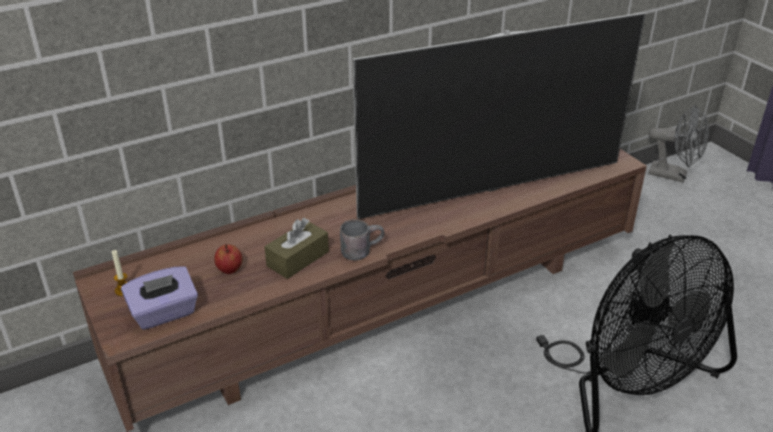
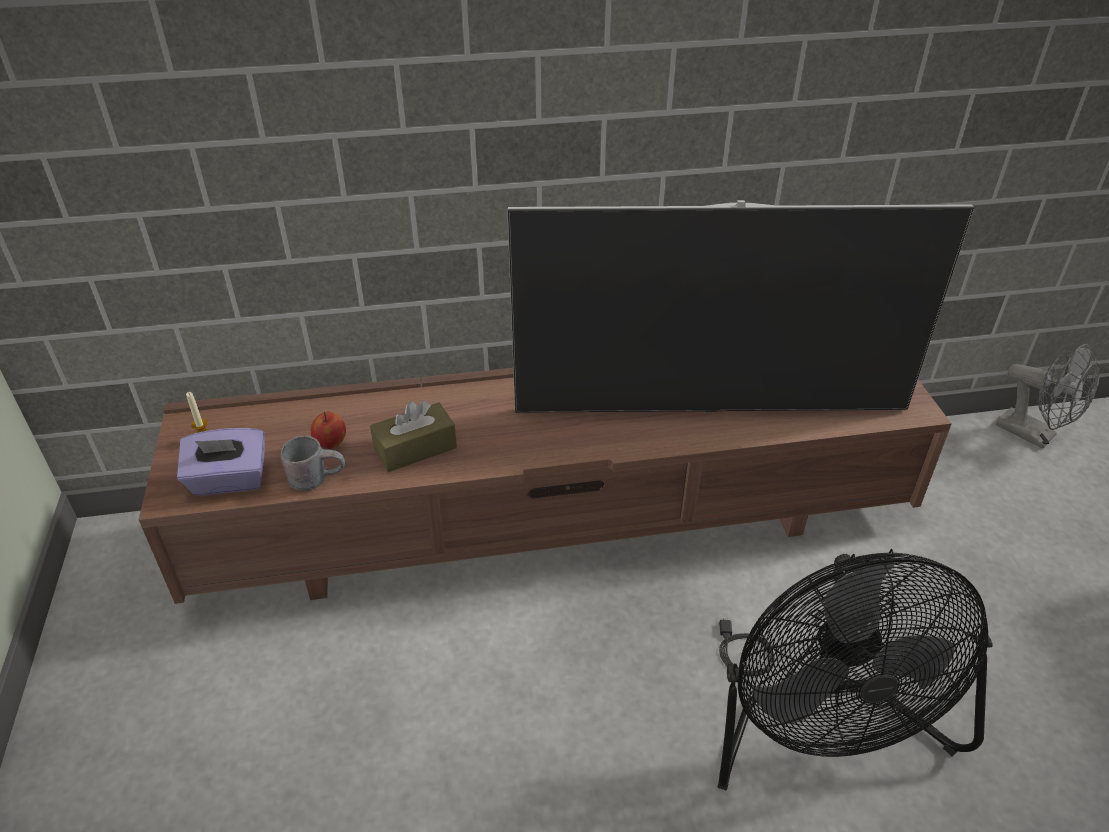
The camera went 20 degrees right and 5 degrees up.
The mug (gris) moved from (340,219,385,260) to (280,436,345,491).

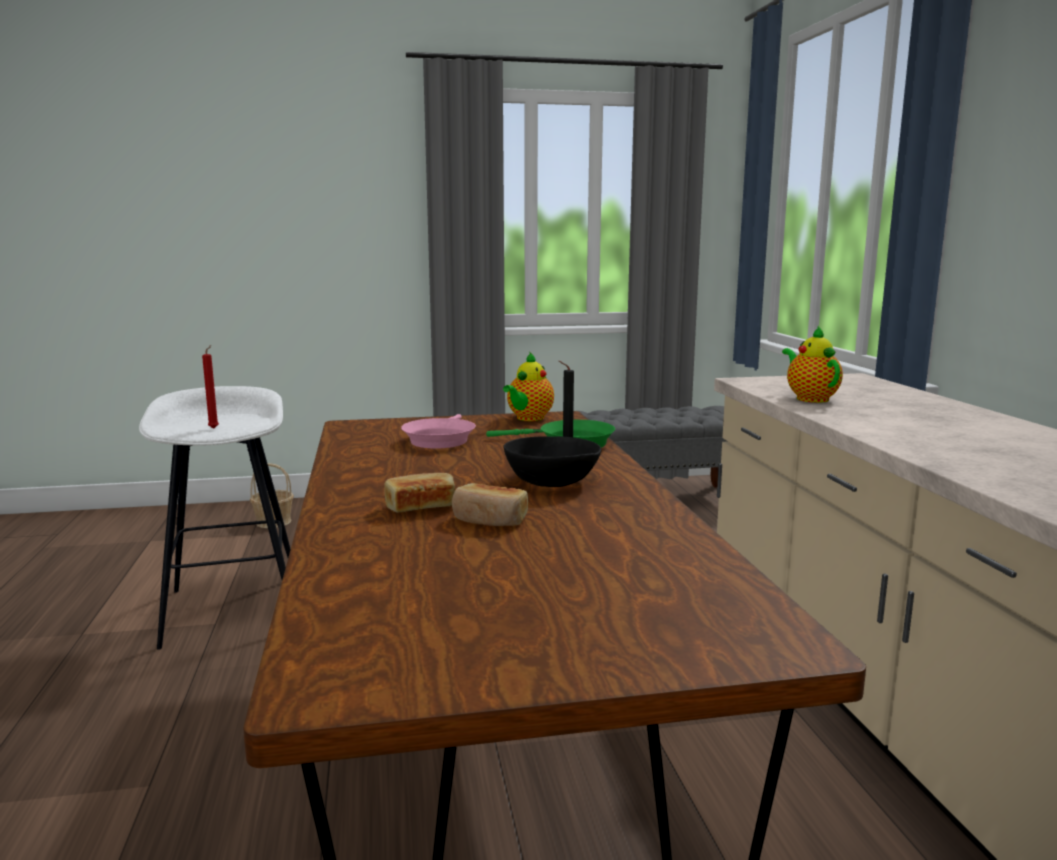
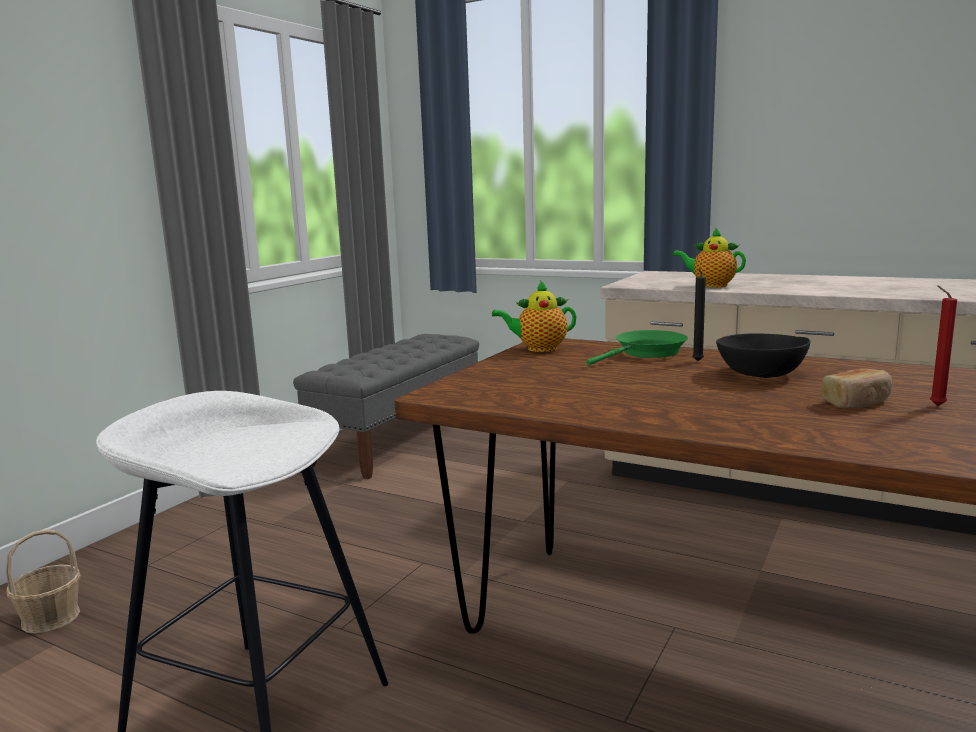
The camera went 50 degrees left and 0 degrees up.
The bougie (rouge) moved from (202,345,219,429) to (930,285,957,406).
The théière at (503,352,554,421) turned 105 degrees clockwise.
The poêle (rose) at (401,414,476,449) disappeared.
The pain at (384,473,455,513) disappeared.

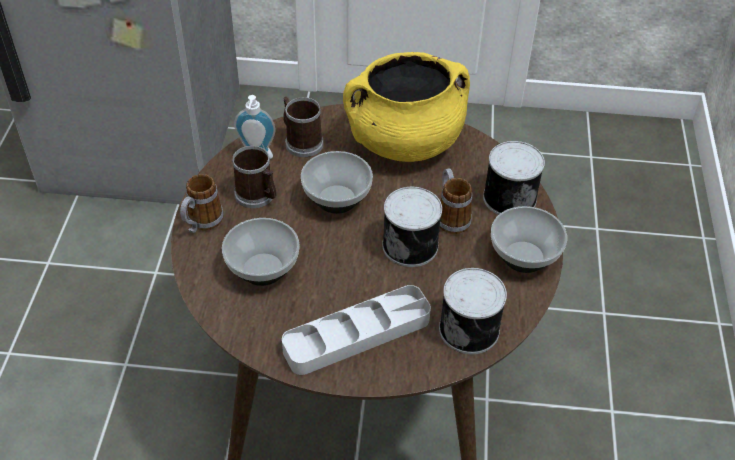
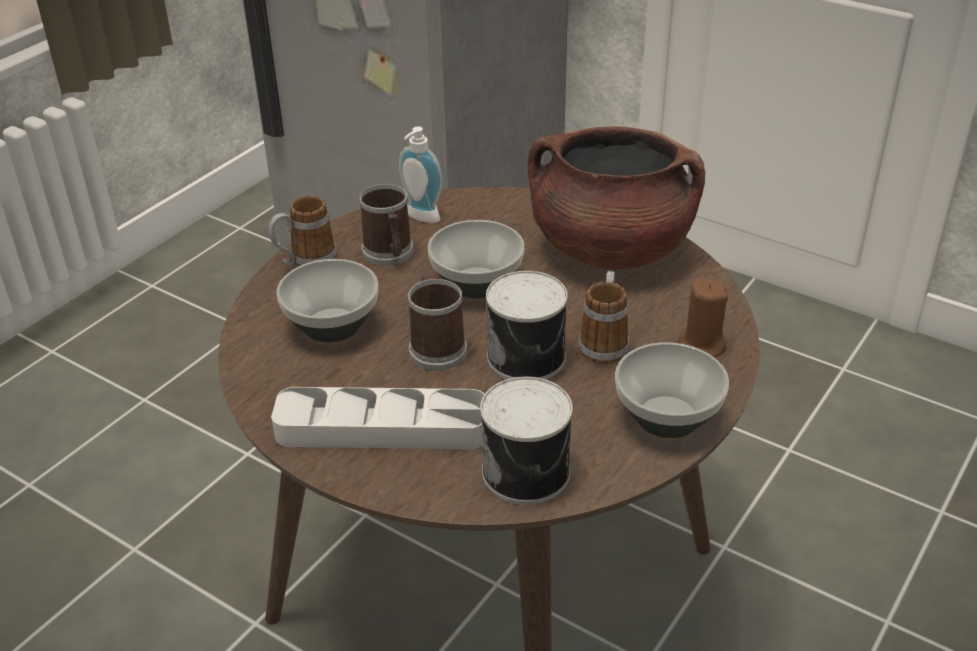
The camera went 30 degrees right and 10 degrees down.
The marmite (jaune) at (343,52,470,162) became the marmite (marron) at (528,126,705,269).
The mug moved from (283,97,324,157) to (408,273,467,371).
The boîte métallique at (483,141,545,215) was replaced by the bougie (marron) at (678,278,728,358).

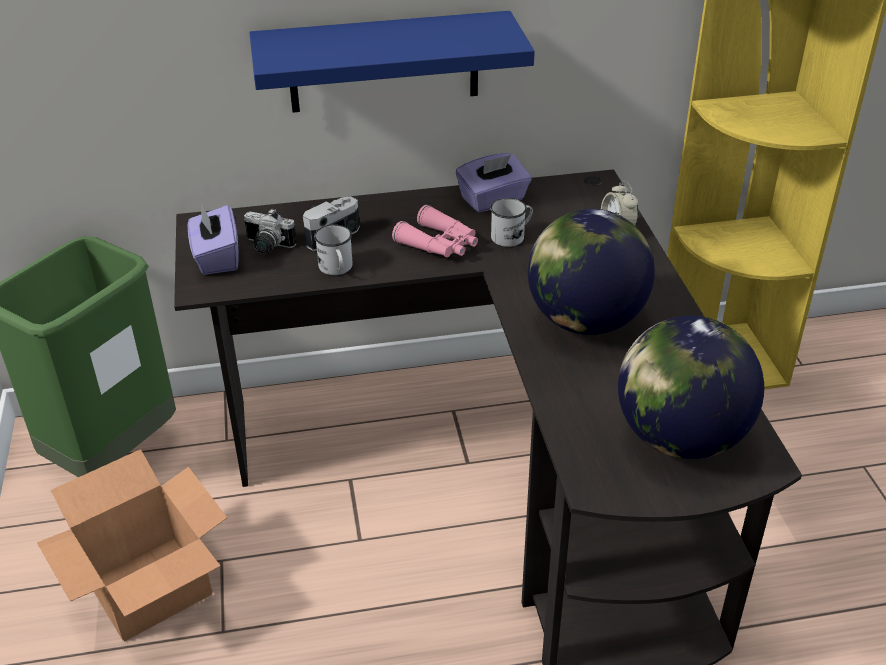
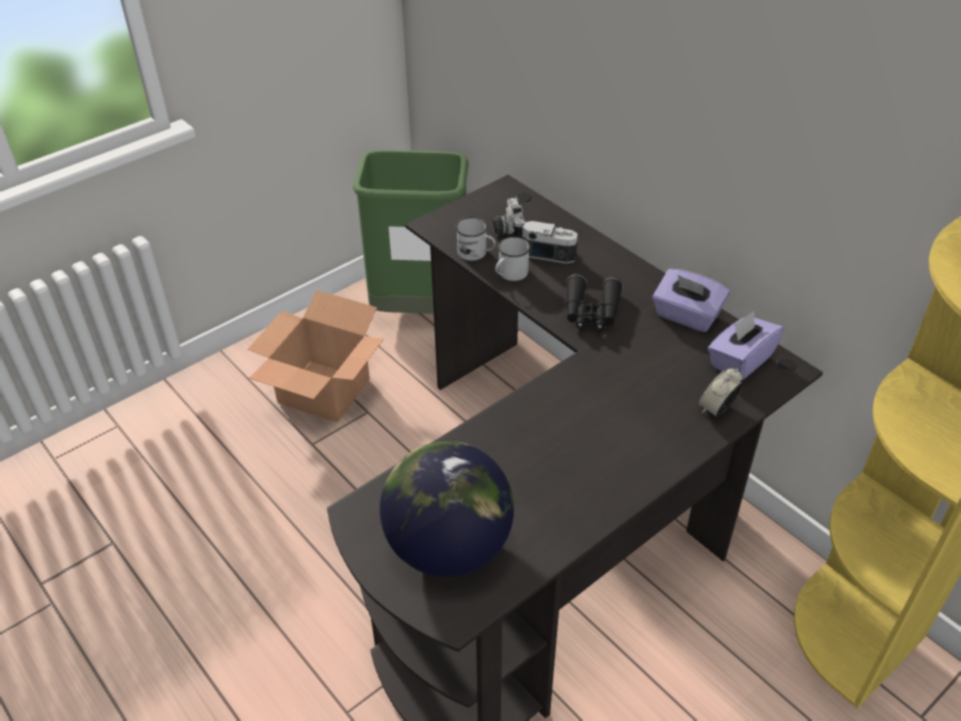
The camera went 60 degrees right and 5 degrees up.
The étagère (bleu) at (249,11,535,113) disappeared.
The mug (blanc) moved from (490,198,533,247) to (455,217,496,261).
The boîte à mouchoirs (violet) moved from (188,204,239,275) to (708,311,784,382).
The jumelles (rose) at (392,205,478,257) became the jumelles (noir) at (566,274,623,330).
The globe at (528,209,655,335) disappeared.

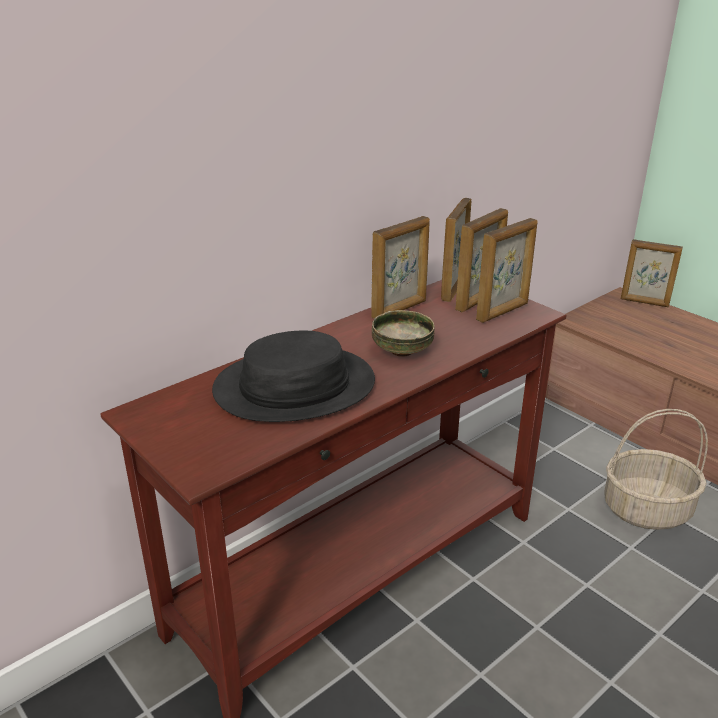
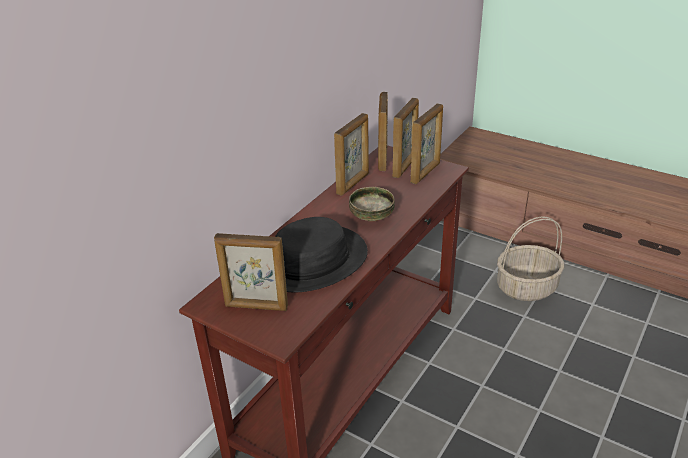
The camera went 15 degrees left and 5 degrees up.
The cadre photo moved from (621,239,683,307) to (214,233,288,311).

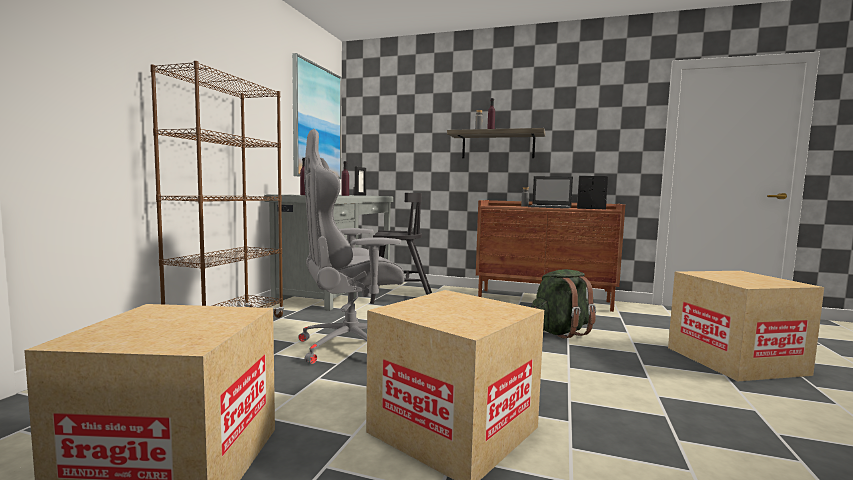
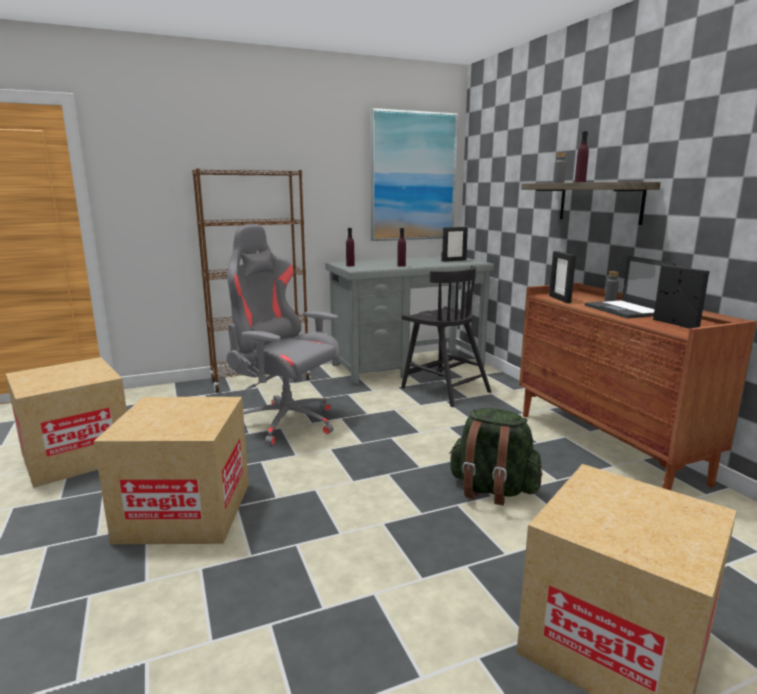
The camera went 50 degrees right and 10 degrees up.
The cadre photo at (549,251,576,303) appeared.

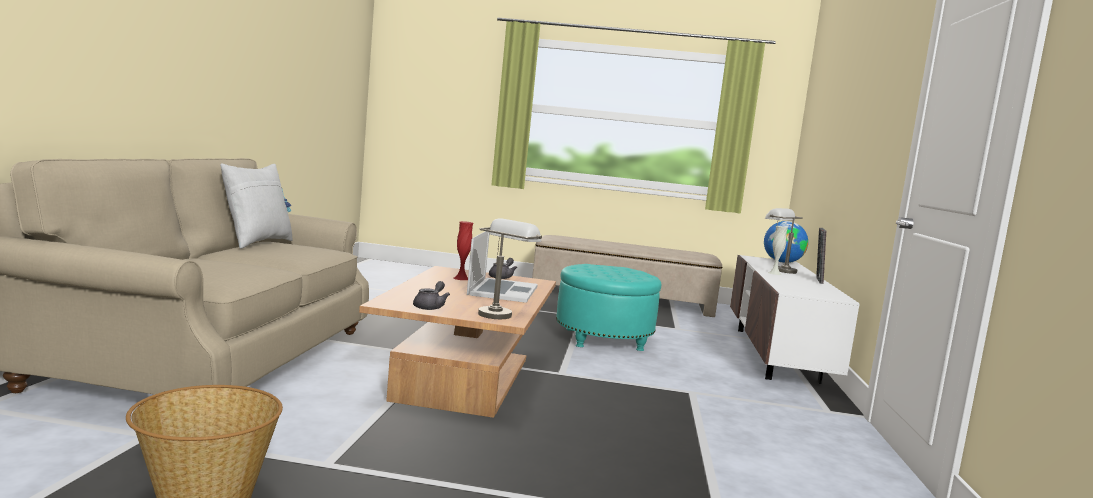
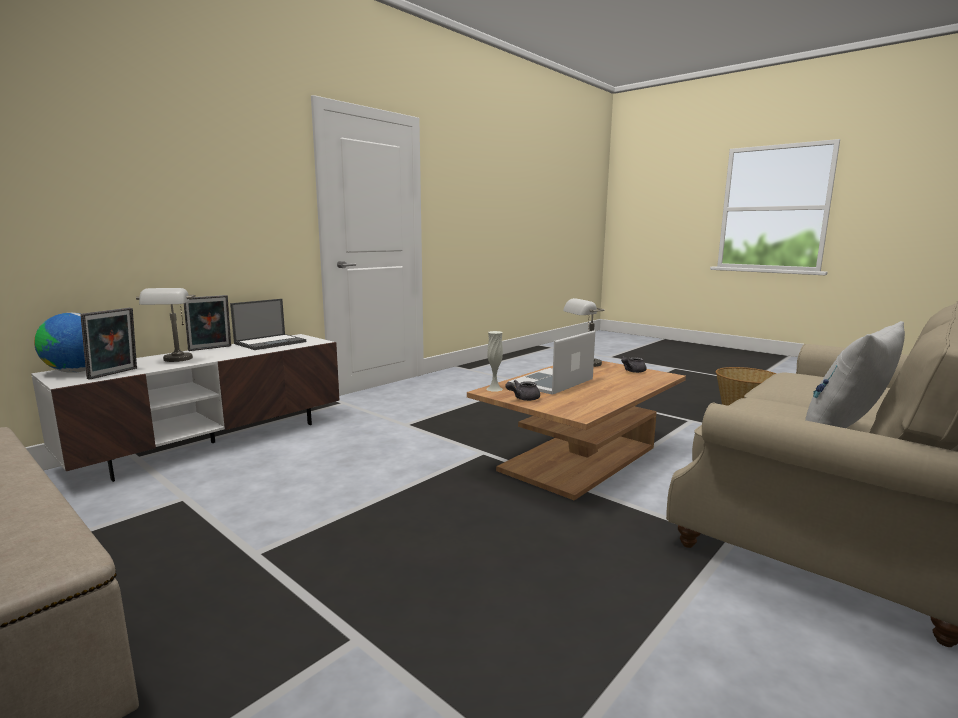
The camera went 145 degrees left and 5 degrees up.
The vase (rouge) at (454,221,473,280) disappeared.
The vase (blanc) moved from (768,226,788,275) to (487,331,503,391).
The pouf (turquoise) at (556,264,661,351) disappeared.
The ordinateur portable at (230,299,306,350) appeared.
The cadre photo at (80,308,137,380) appeared.

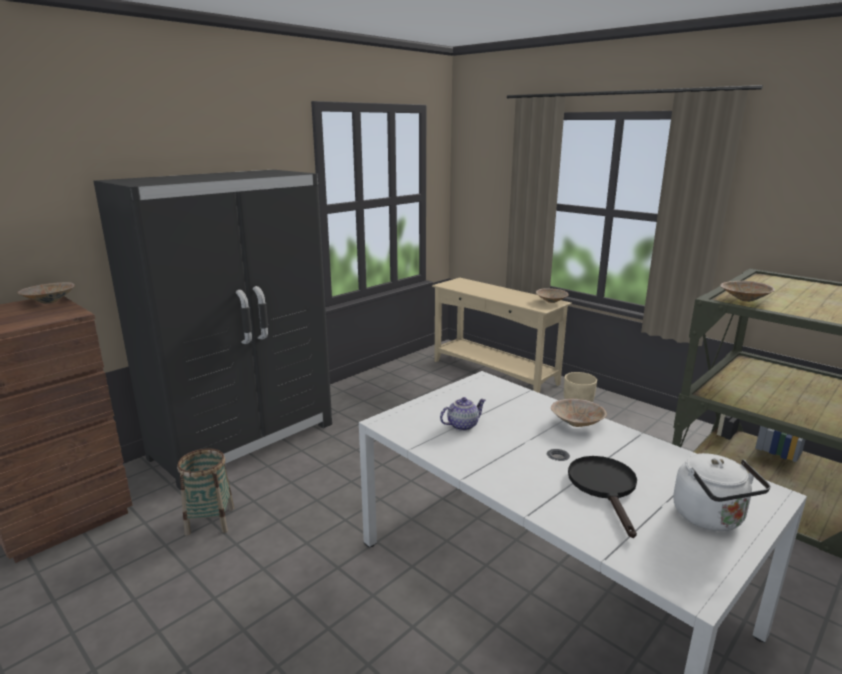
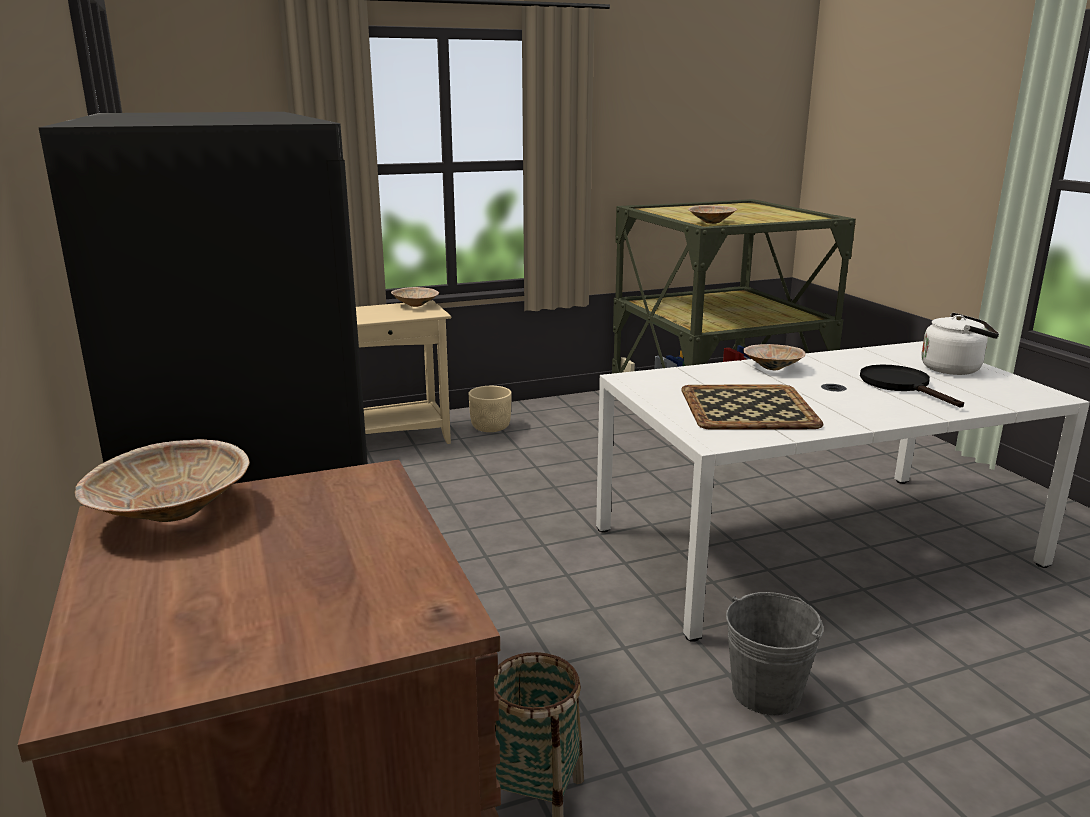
The camera went 65 degrees left and 0 degrees up.
The théière at (440,397,486,431) was replaced by the plateau at (682,385,823,430).
The poêle (noir) at (568,456,637,538) turned 45 degrees clockwise.
The seau (gris) at (726,592,824,715) appeared.

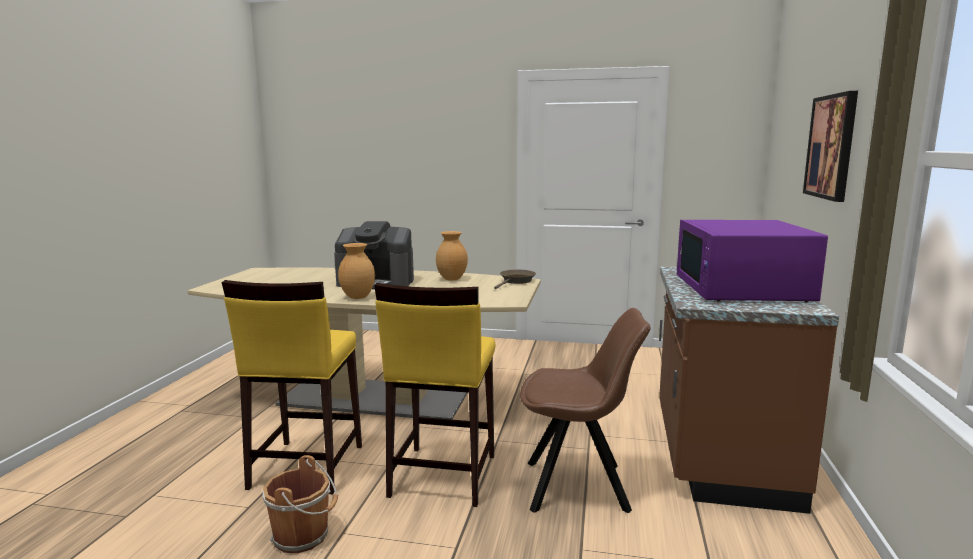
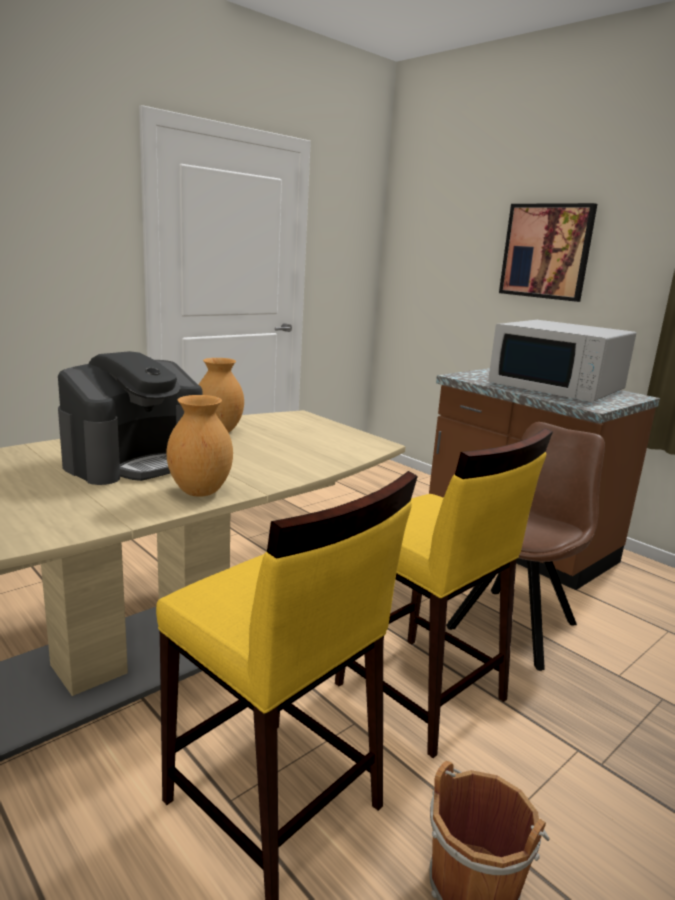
The camera went 55 degrees left and 5 degrees up.
The micro-ondes (violet) at (677,220,828,302) became the micro-ondes (blanc) at (488,320,636,402).
The poêle (marron) at (494,270,536,289) disappeared.

